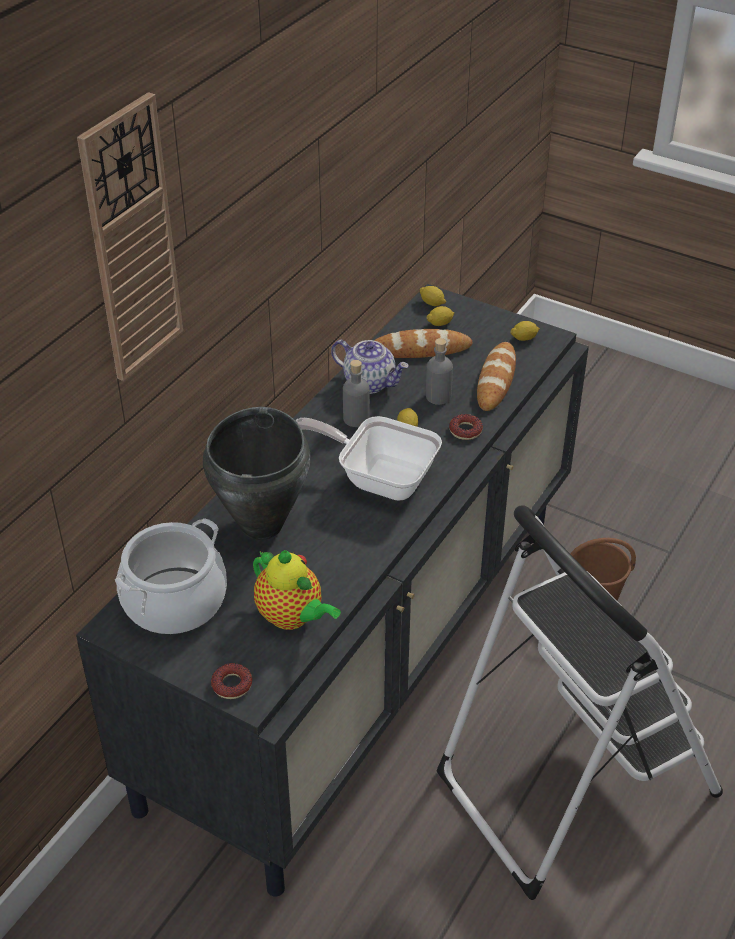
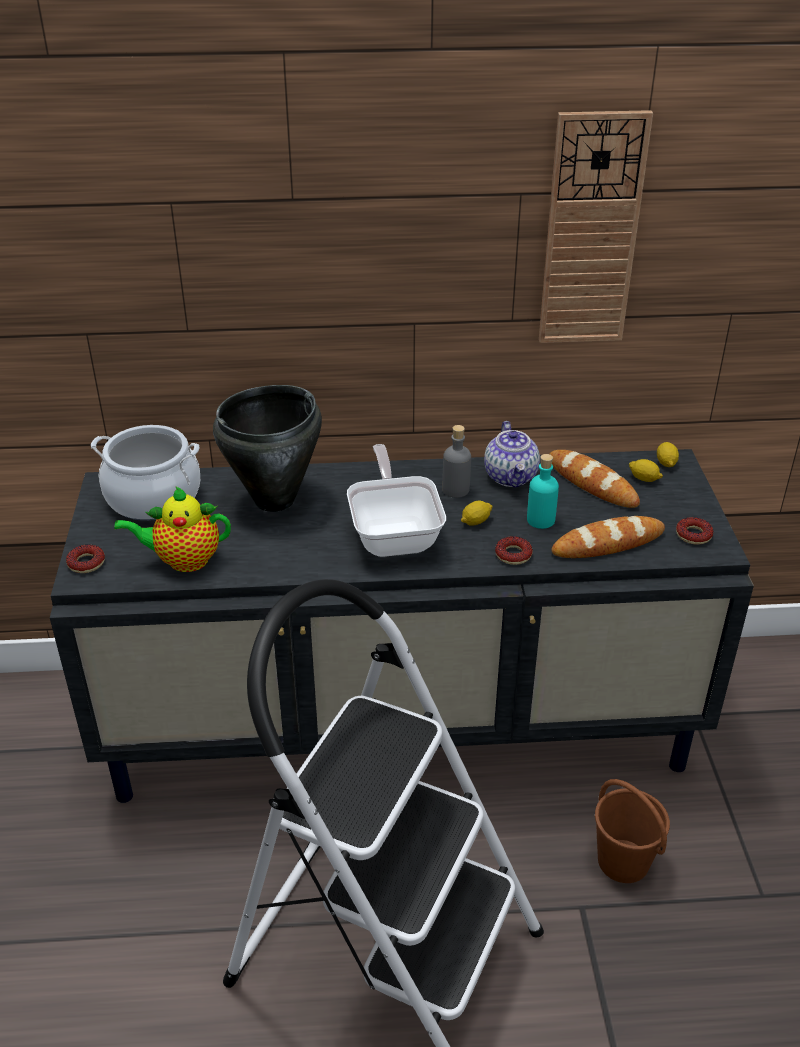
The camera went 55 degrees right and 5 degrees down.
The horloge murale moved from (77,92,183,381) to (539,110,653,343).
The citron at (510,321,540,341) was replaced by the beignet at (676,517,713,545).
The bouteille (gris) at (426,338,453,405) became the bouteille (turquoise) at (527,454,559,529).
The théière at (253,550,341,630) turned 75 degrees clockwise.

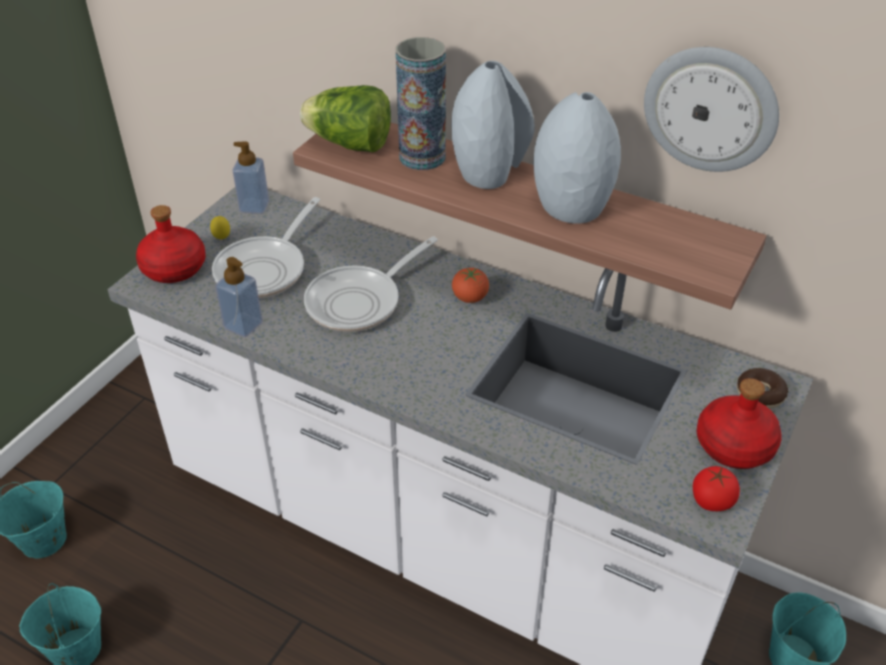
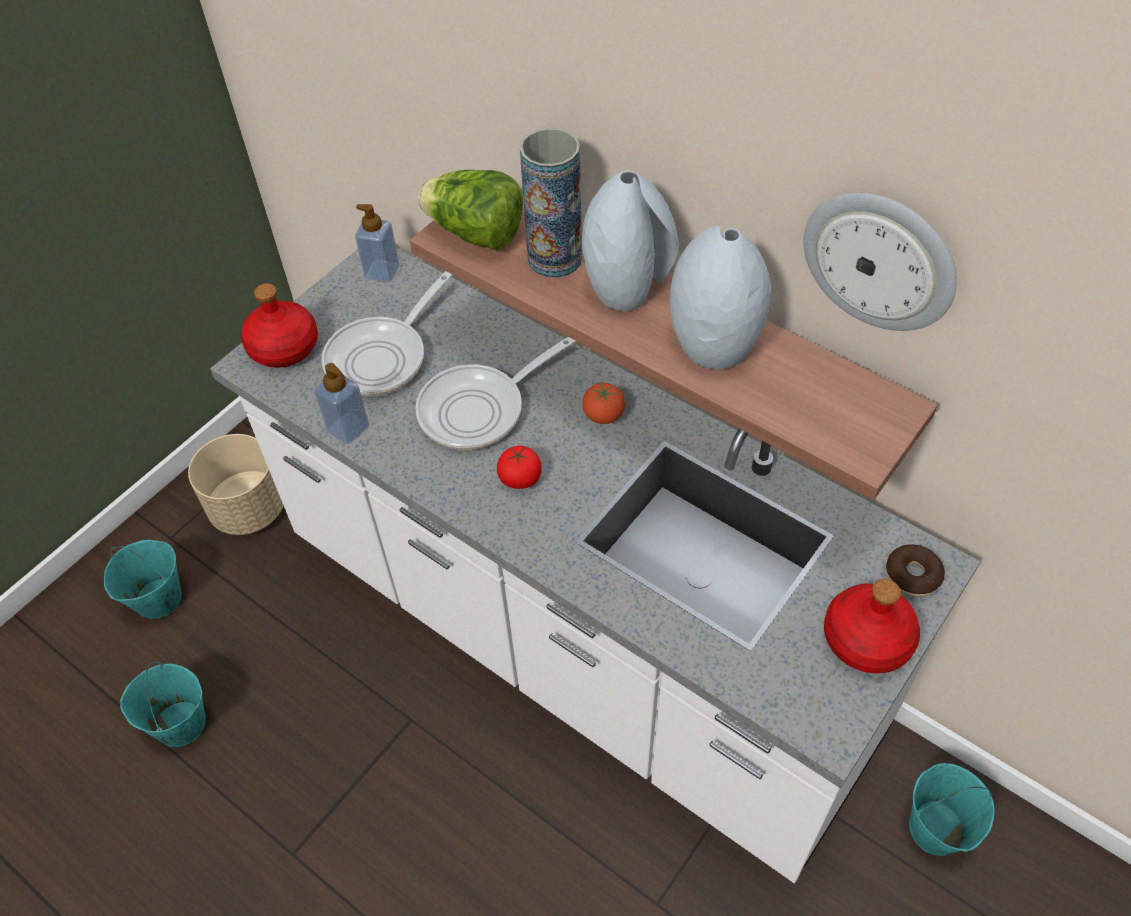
The camera went 10 degrees right and 10 degrees up.
The citron at (210,216,230,240) disappeared.
The tomate moved from (693,466,740,511) to (497,446,542,489).
The cache-pot (beige) at (188,434,284,535) appeared.

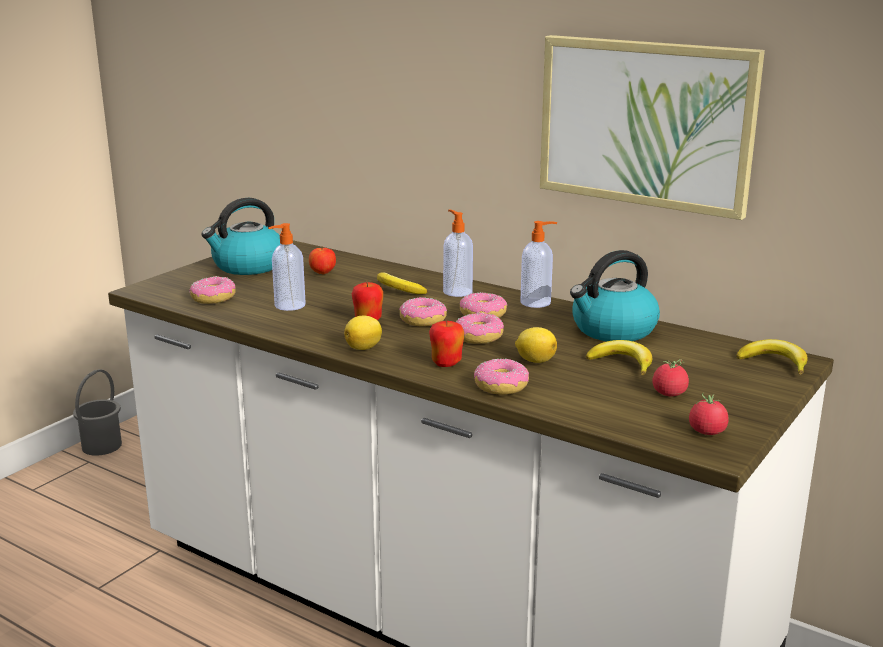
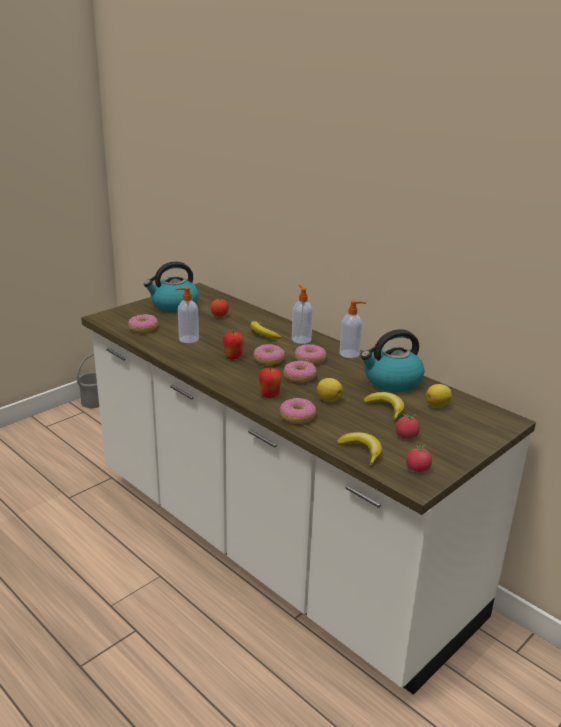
The camera went 10 degrees right and 5 degrees up.
The tableau at (540,35,765,220) disappeared.
The citron moved from (344,316,382,350) to (426,384,452,408).
The banane moved from (736,339,808,375) to (337,432,382,466).

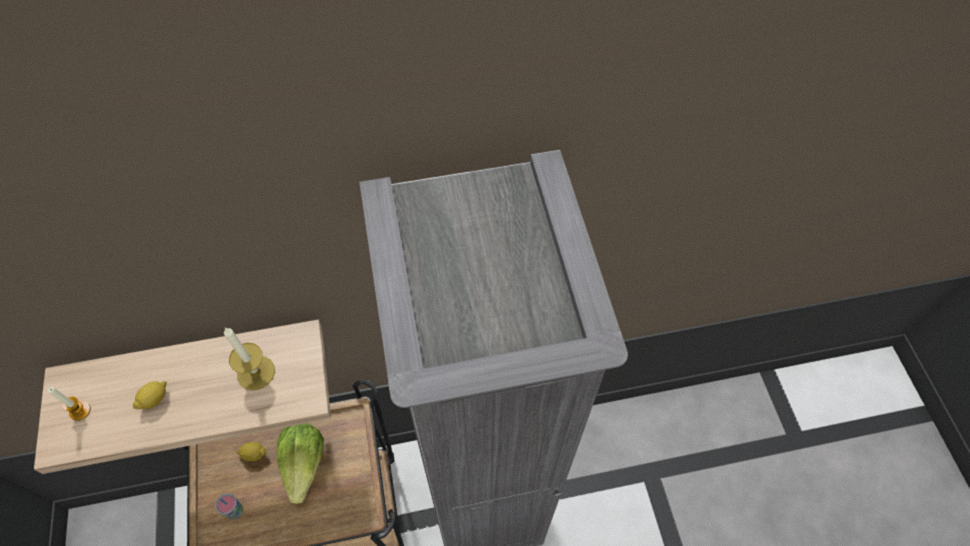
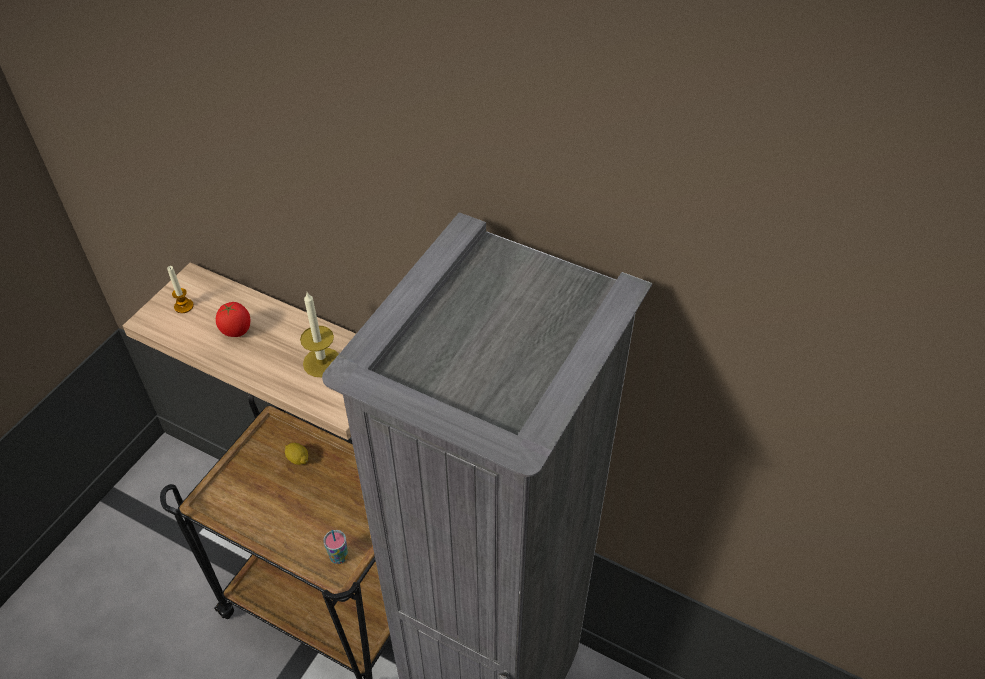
The camera went 40 degrees right and 10 degrees down.
The citron at (133,381,166,409) was replaced by the tomate at (216,302,250,337).
The laitue at (277,423,324,504) disappeared.
The tasse moved from (215,493,243,519) to (323,530,348,564).

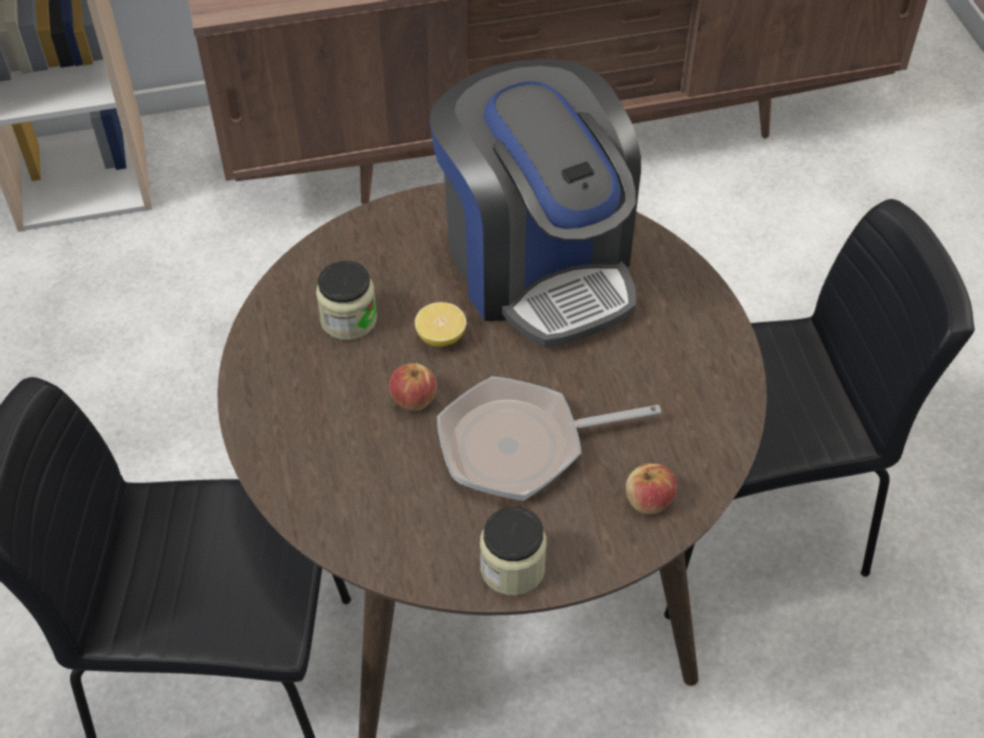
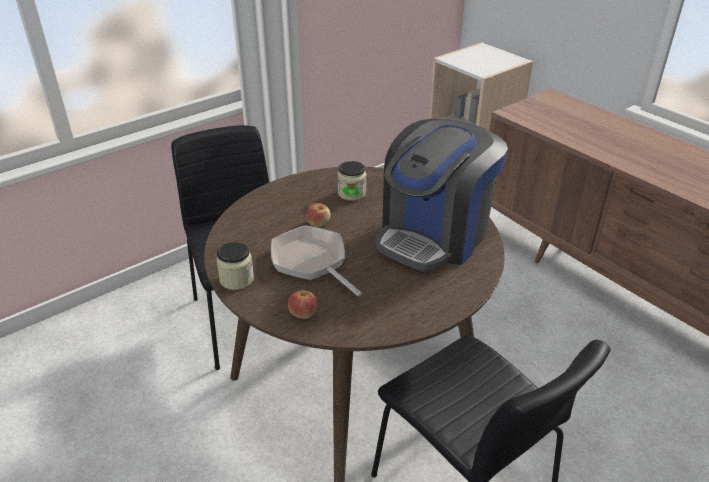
The camera went 65 degrees right and 15 degrees down.
The citron at (415,302,467,347) disappeared.

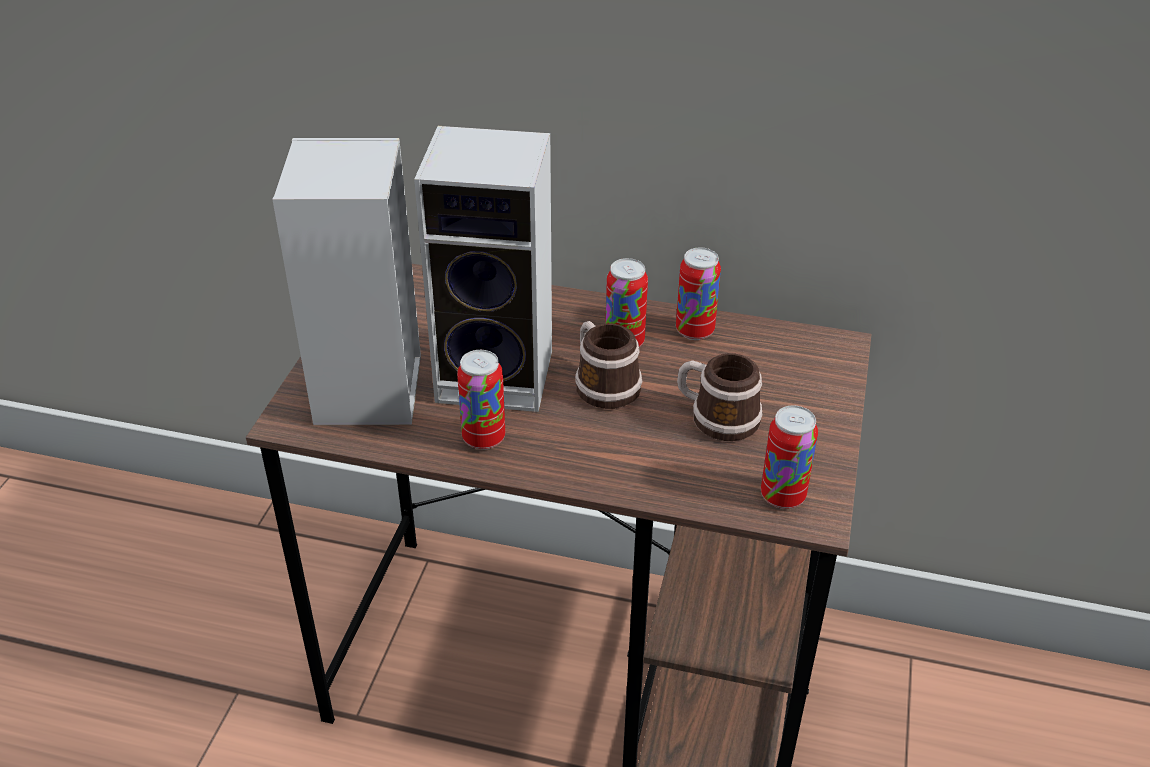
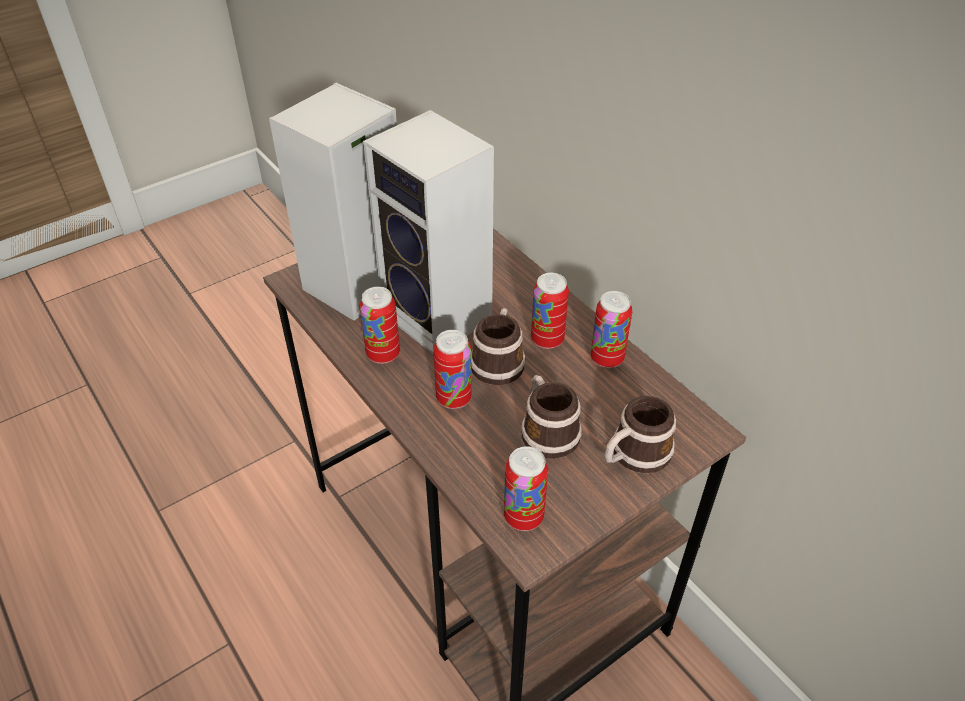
The camera went 40 degrees right and 5 degrees up.
The boîte métallique at (433,330,472,409) appeared.
The mug at (604,396,676,473) appeared.

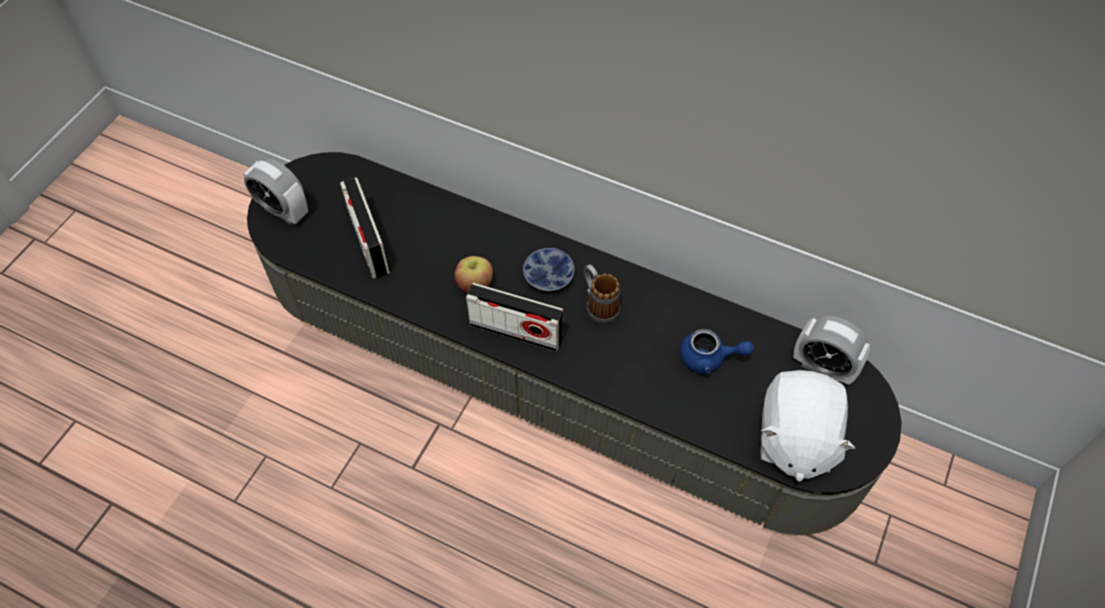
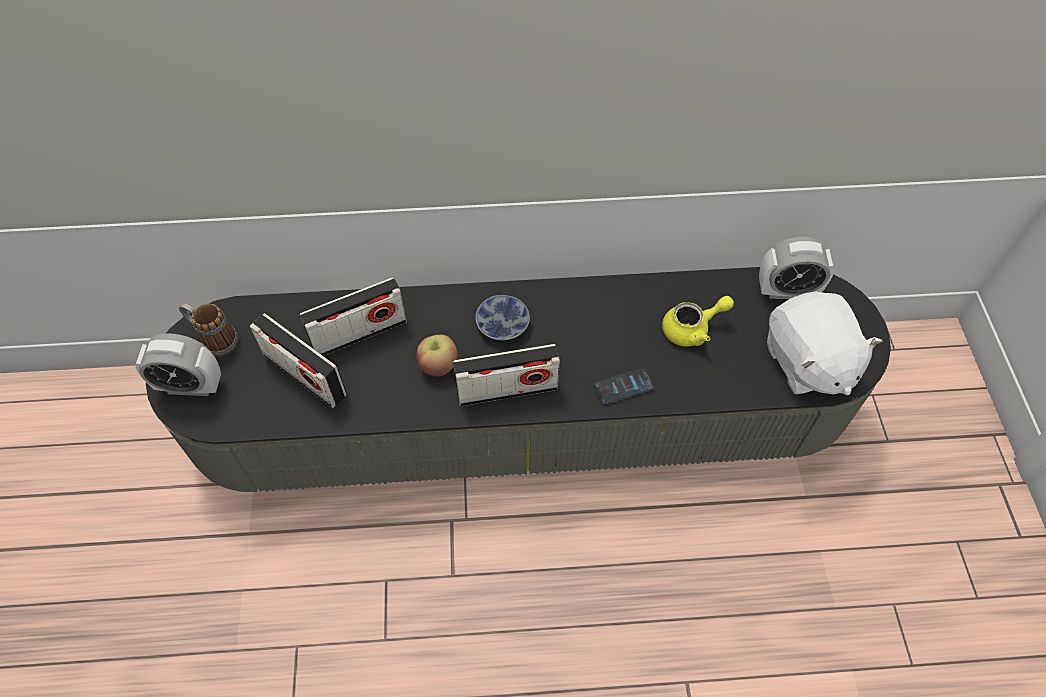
The camera went 30 degrees left and 0 degrees up.
The mug moved from (584,264,620,324) to (179,303,238,357).
The théière (bleu) at (680,329,754,375) became the théière (jaune) at (662,296,734,347).
The radio at (300,277,407,356) appeared.
The téléphone at (593,367,655,405) appeared.

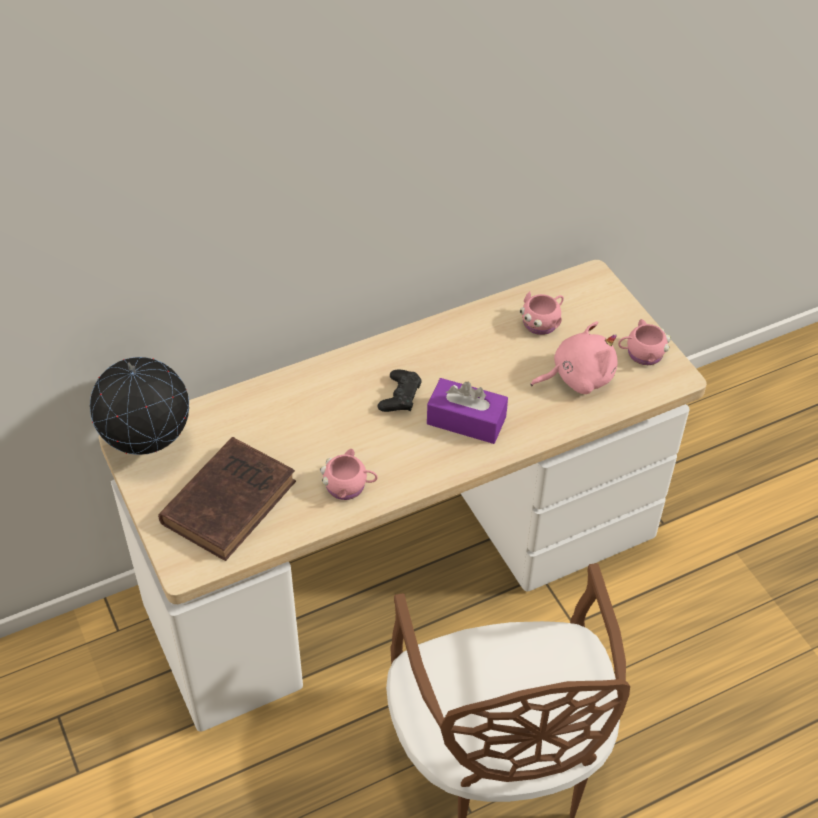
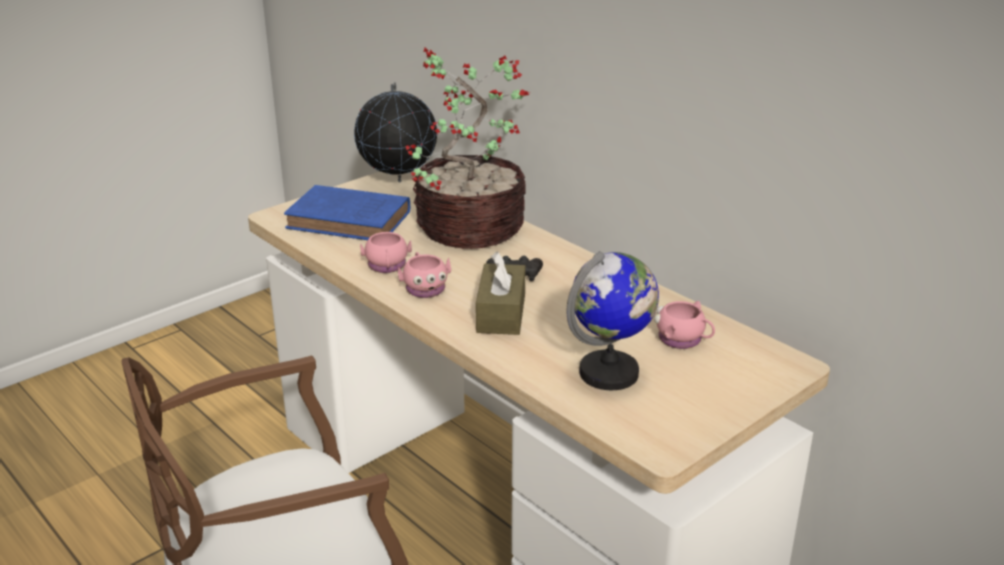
The camera went 75 degrees right and 20 degrees down.
The mug (rose) moved from (618,319,671,365) to (398,252,451,298).
The peluche (rose) at (530,321,618,394) was replaced by the globe at (567,251,659,390).
The boîte à mouchoirs (violet) at (427,378,508,444) became the boîte à mouchoirs (marron) at (476,251,526,335).
The livre (marron) at (158,437,296,561) became the livre (bleu) at (284,185,410,240).
The plante en pot at (406,47,531,249) appeared.

